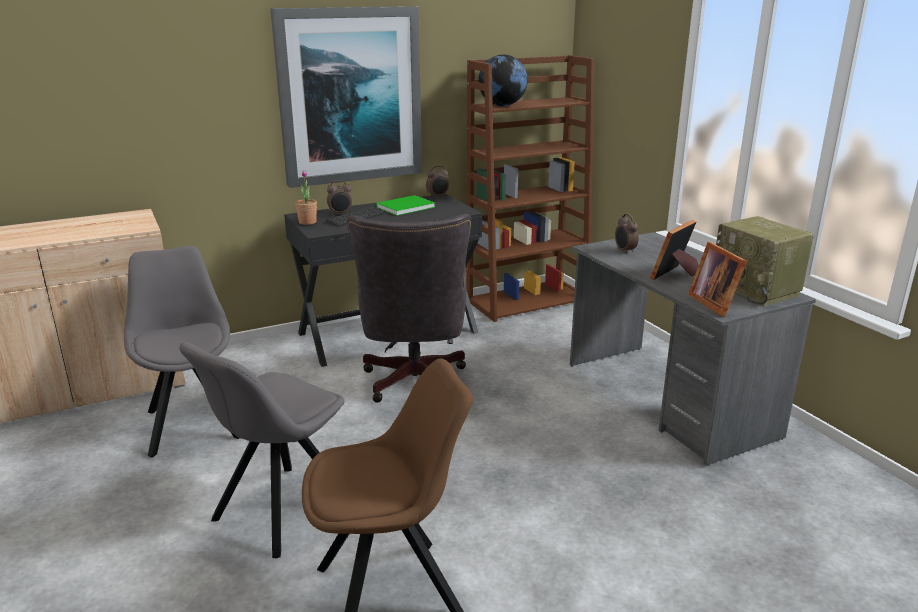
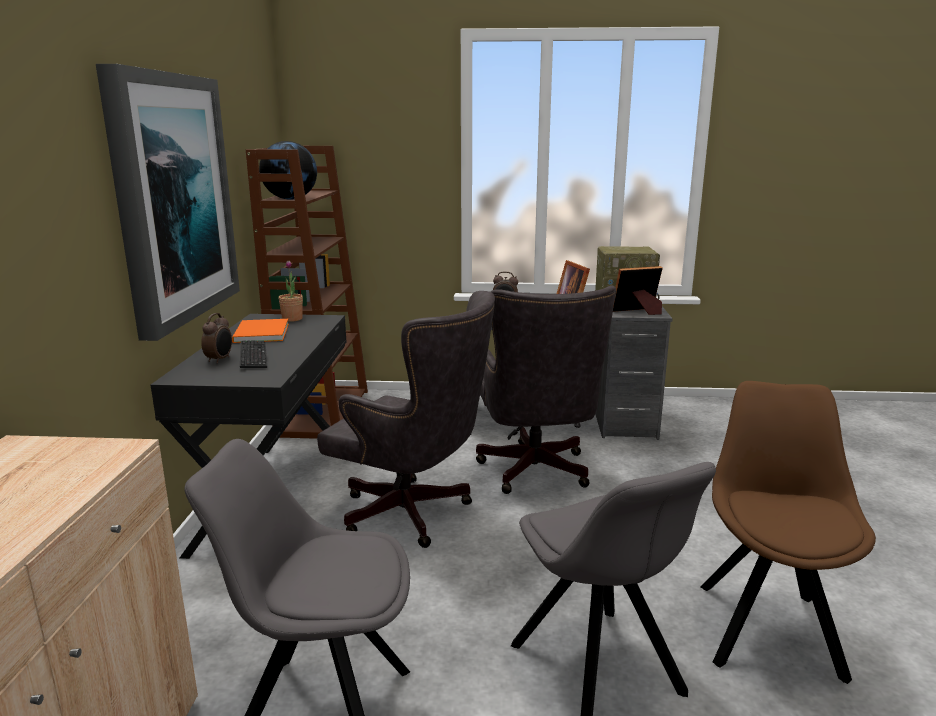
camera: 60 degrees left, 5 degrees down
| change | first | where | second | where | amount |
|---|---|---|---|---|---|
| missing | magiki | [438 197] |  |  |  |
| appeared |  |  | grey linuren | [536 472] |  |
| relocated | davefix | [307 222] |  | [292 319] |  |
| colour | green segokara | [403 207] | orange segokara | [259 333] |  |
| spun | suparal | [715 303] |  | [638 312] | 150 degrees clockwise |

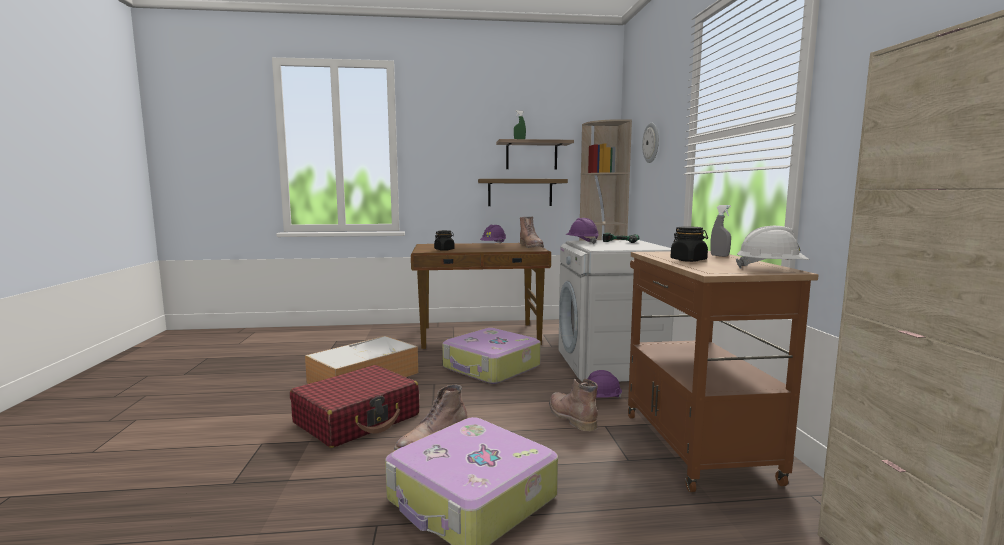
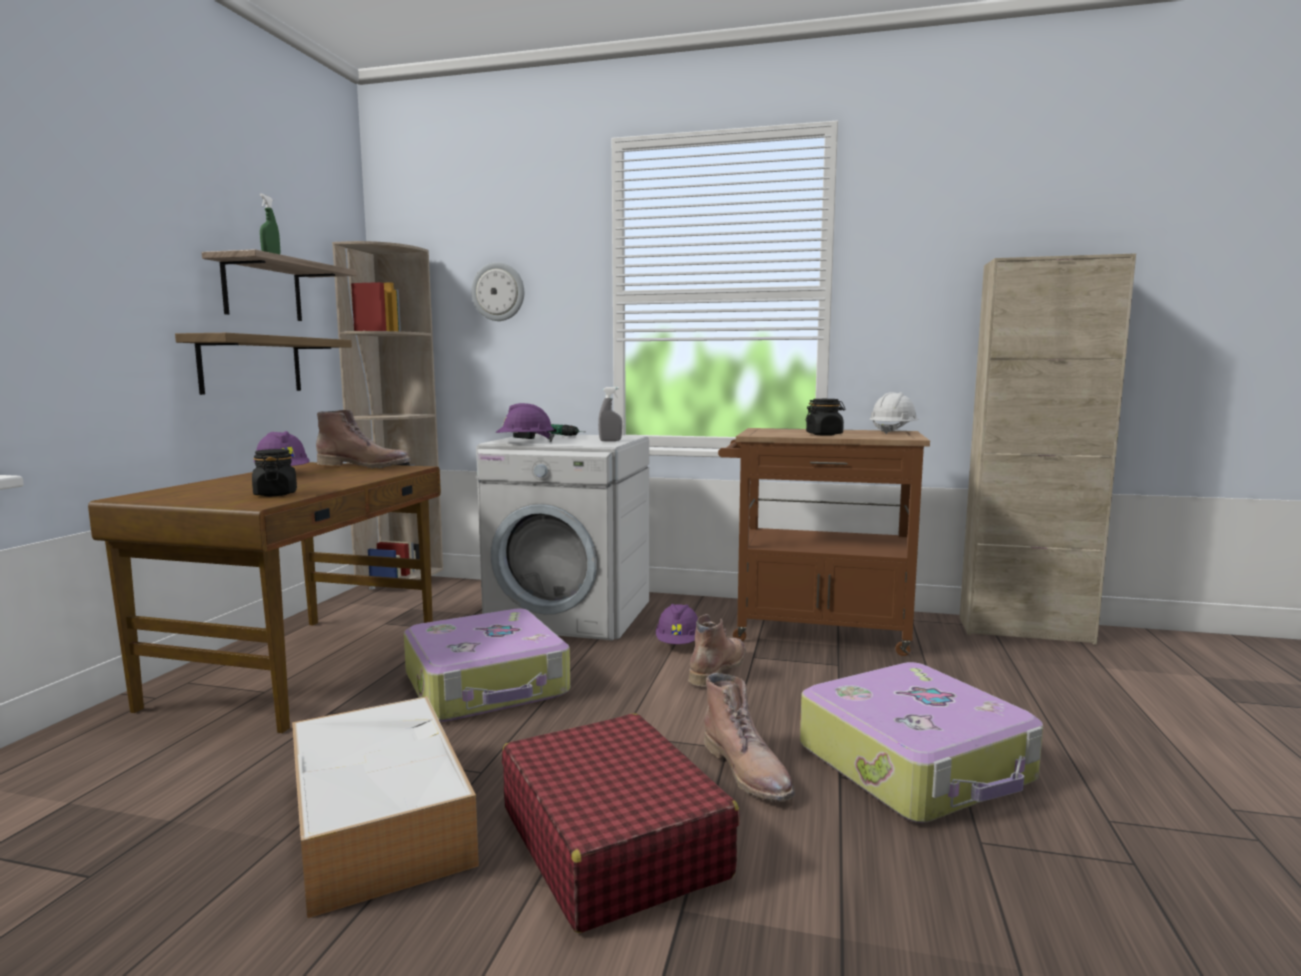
camera: 70 degrees left, 0 degrees up
| change | first | where | second | where | amount |
|---|---|---|---|---|---|
| relocated | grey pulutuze | [719 256] |  | [610 441] |  |
| spun | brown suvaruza | [570 416] |  | [717 668] | 120 degrees clockwise |

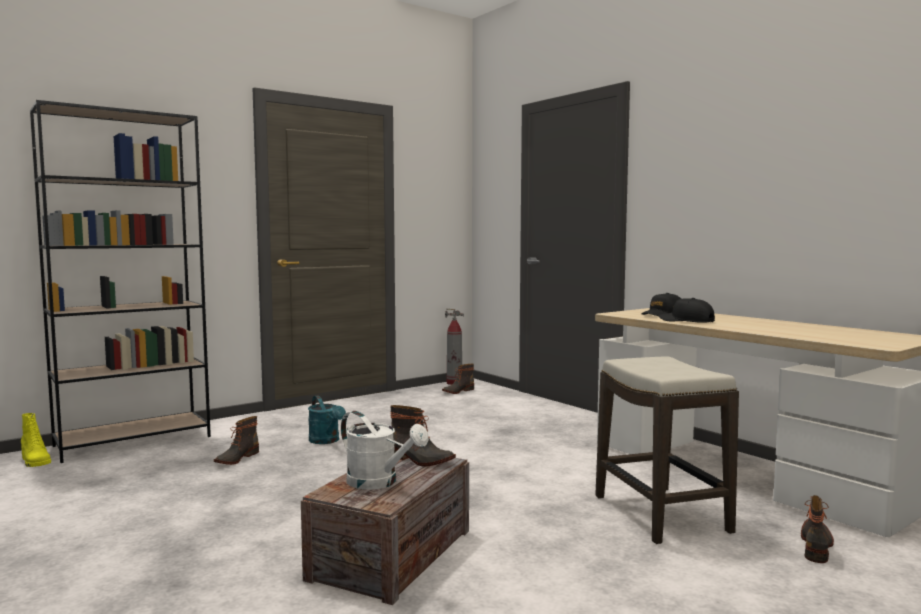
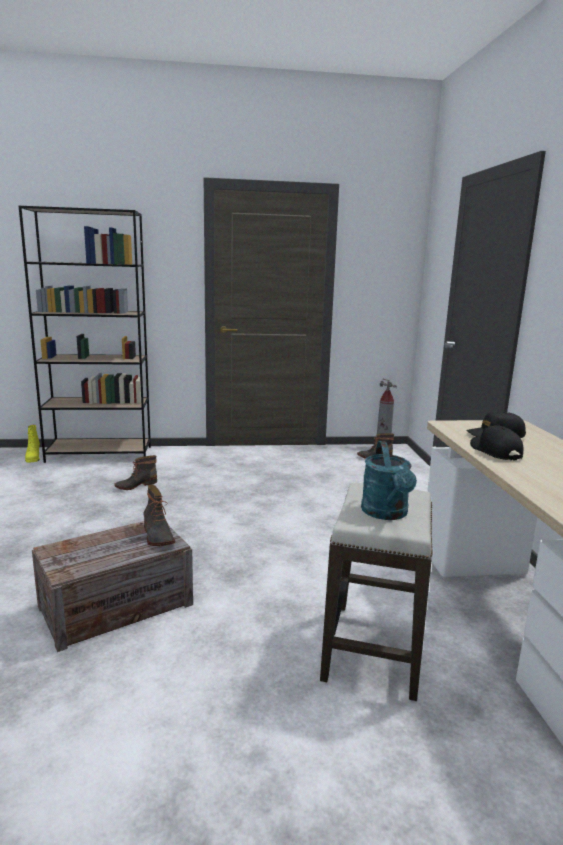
camera: 30 degrees right, 10 degrees up
| change | first | where | second | where | amount |
|---|---|---|---|---|---|
| missing | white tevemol | [379 482] |  |  |  |
| missing | suvaruza | [817 545] |  |  |  |
| relocated | turquoise tevemol | [326 441] |  | [387 514] |  |

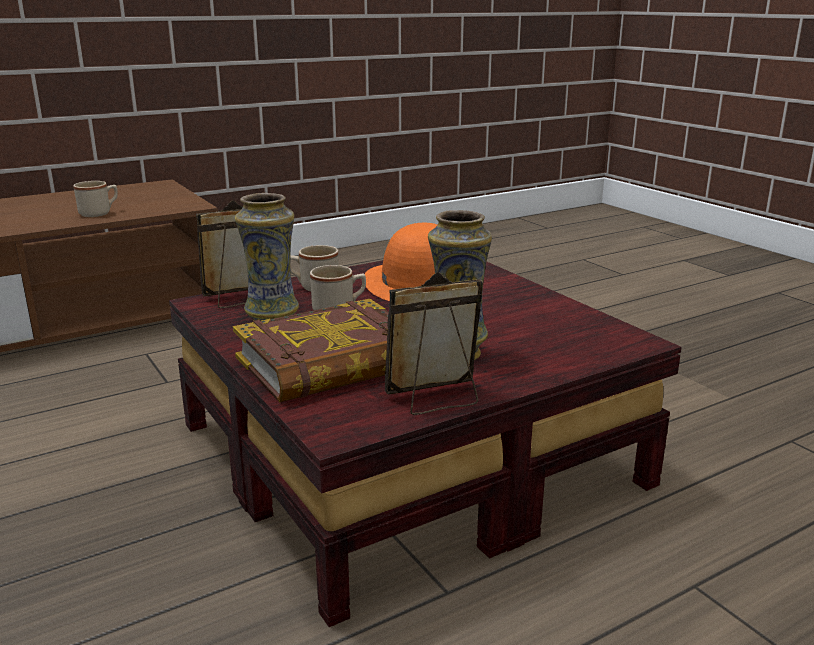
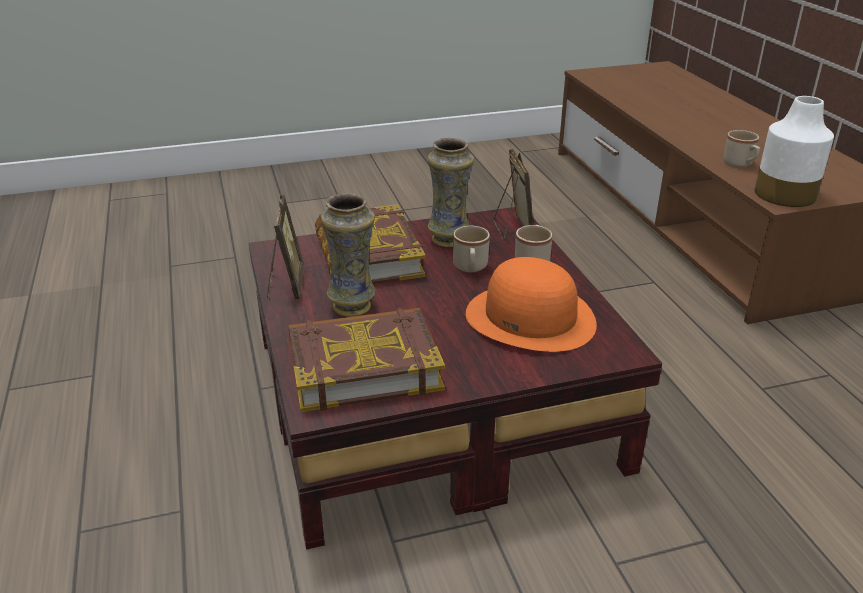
camera: 105 degrees right, 10 degrees up
| change | first | where | second | where | amount |
|---|---|---|---|---|---|
| appeared |  |  | segokara | [363 366] |  |
| appeared |  |  | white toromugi | [785 193] |  |

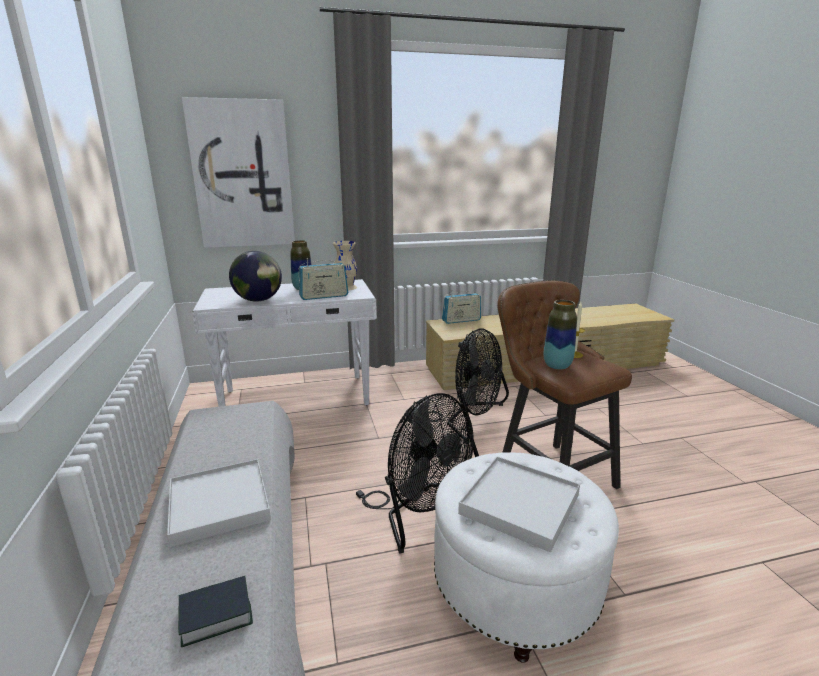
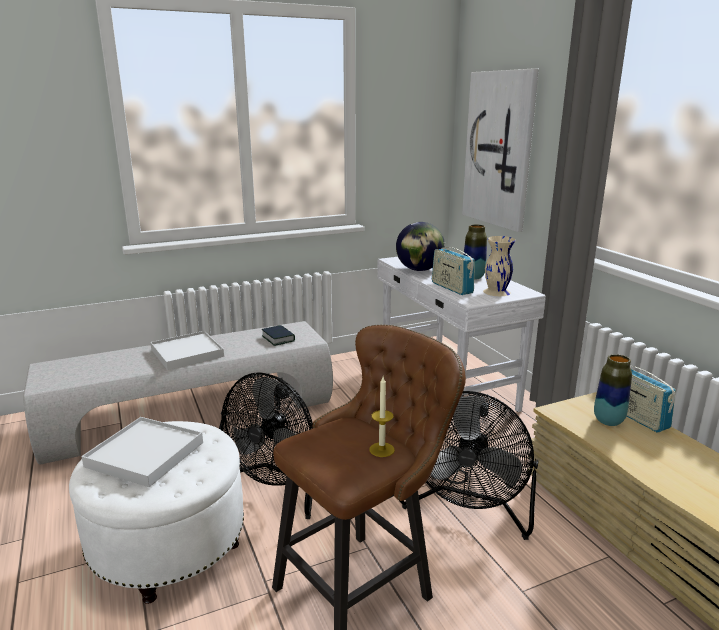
camera: 80 degrees right, 0 degrees up
| change | first | where | second | where | amount |
|---|---|---|---|---|---|
| relocated | segokara | [216 615] |  | [278 338] |  |
| relocated | toromugi | [557 366] |  | [608 421] |  |

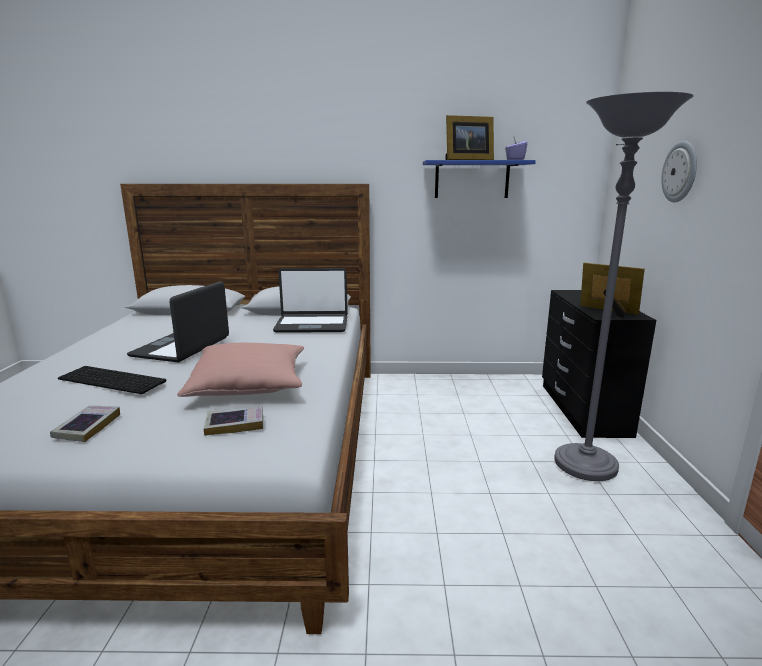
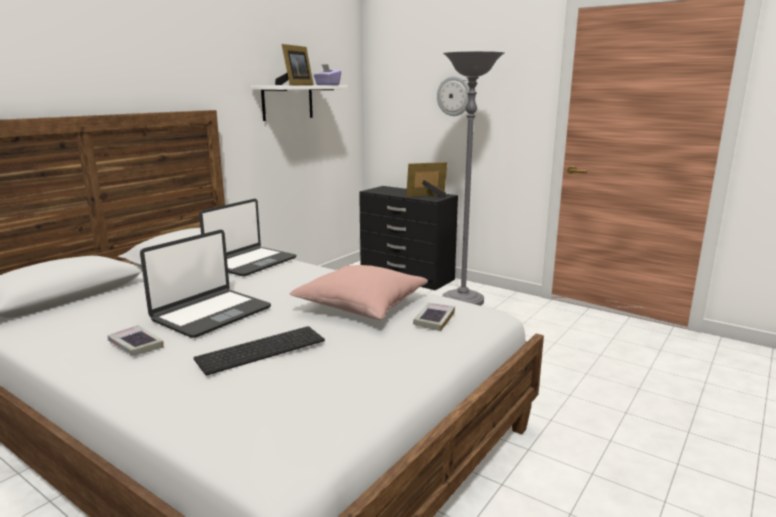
camera: 55 degrees left, 0 degrees up
| change | first | where | second | where | amount |
|---|---|---|---|---|---|
| relocated | segokara | [87 427] |  | [135 345] |  |
| colour | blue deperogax | [472 179] | white deperogax | [287 102] |  |
| spun | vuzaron | [182 347] |  | [211 314] | 105 degrees counterclockwise |

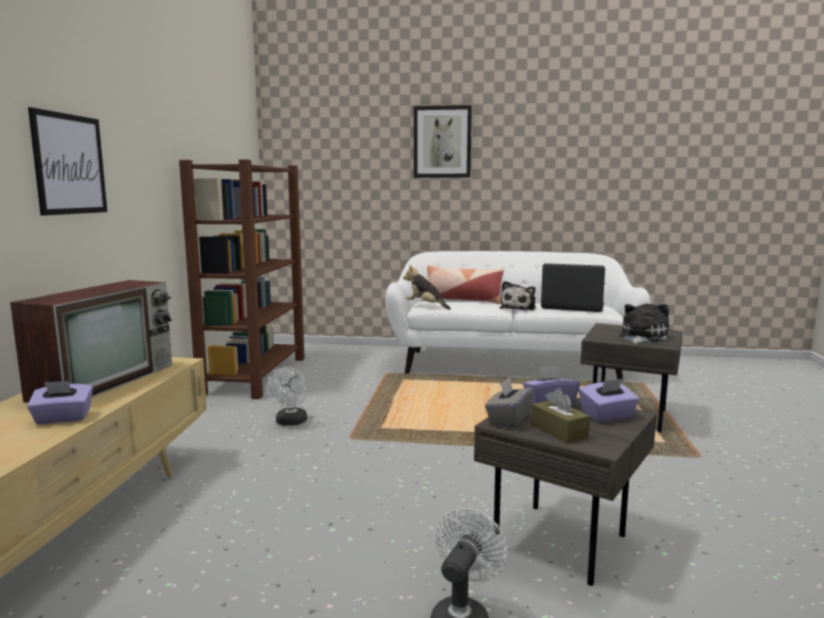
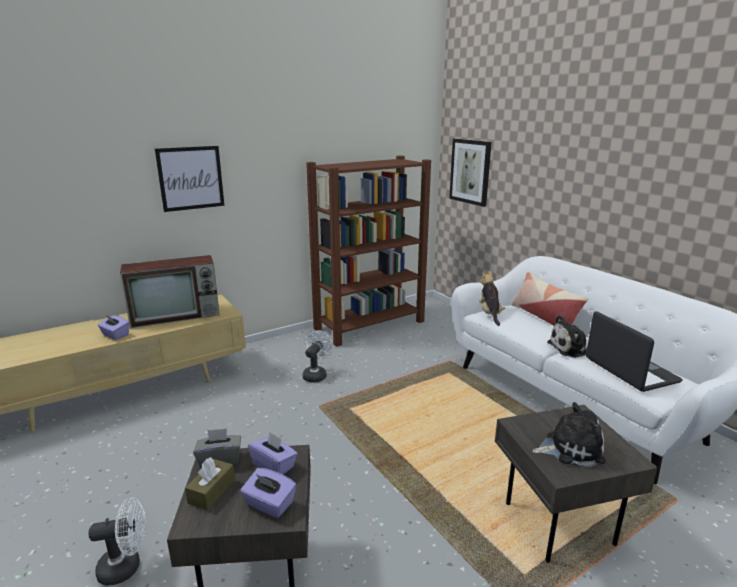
camera: 50 degrees right, 10 degrees up
| change | first | where | second | where | amount |
|---|---|---|---|---|---|
| relocated | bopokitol | [442 142] |  | [470 171] |  |
| spun | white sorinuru | [290 423] |  | [316 374] | 150 degrees clockwise |

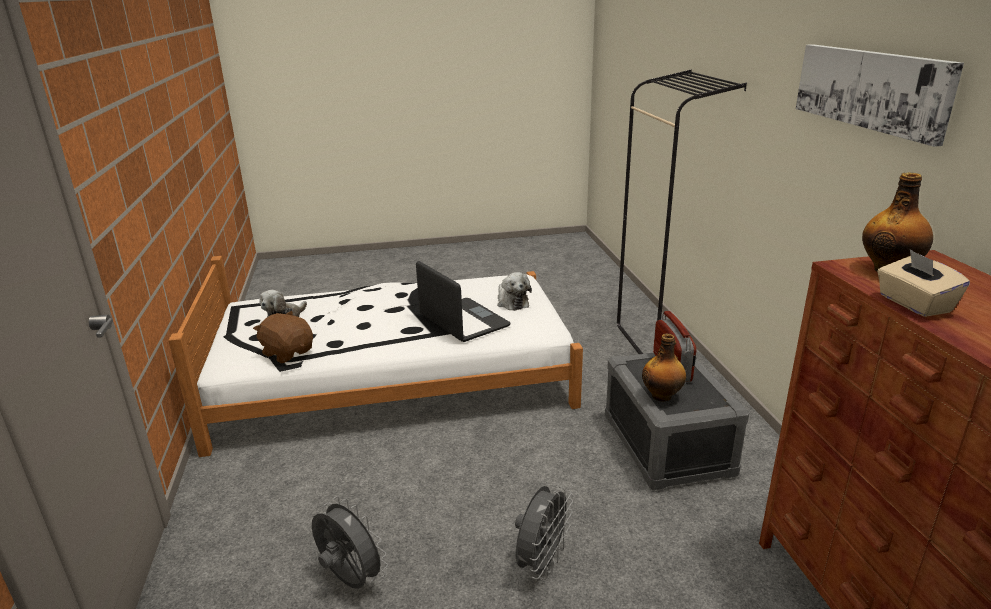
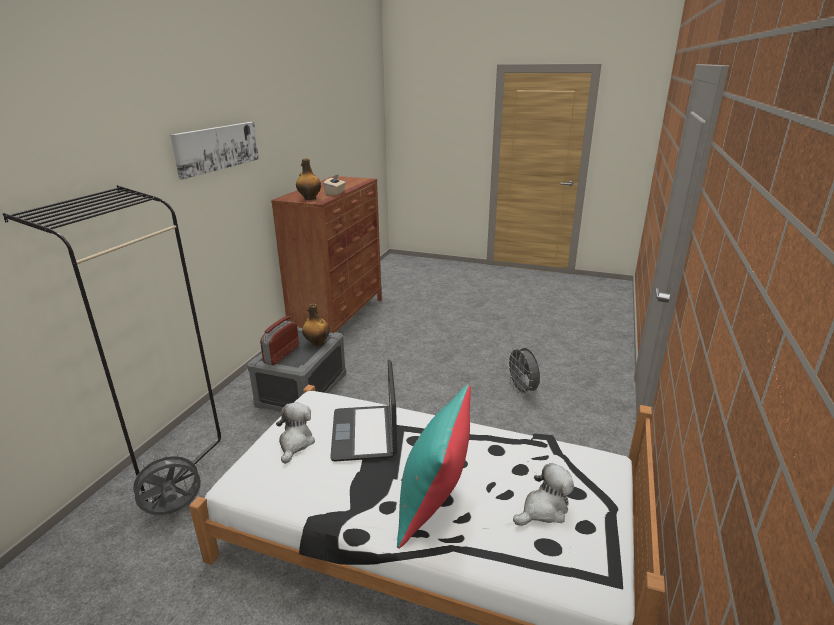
camera: 150 degrees left, 0 degrees up
| change | first | where | second | where | amount |
|---|---|---|---|---|---|
| missing | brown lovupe | [288 352] |  |  |  |
| appeared |  |  | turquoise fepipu | [434 502] |  |
| relocated | grey sorinuru | [541 563] |  | [174 511] |  |

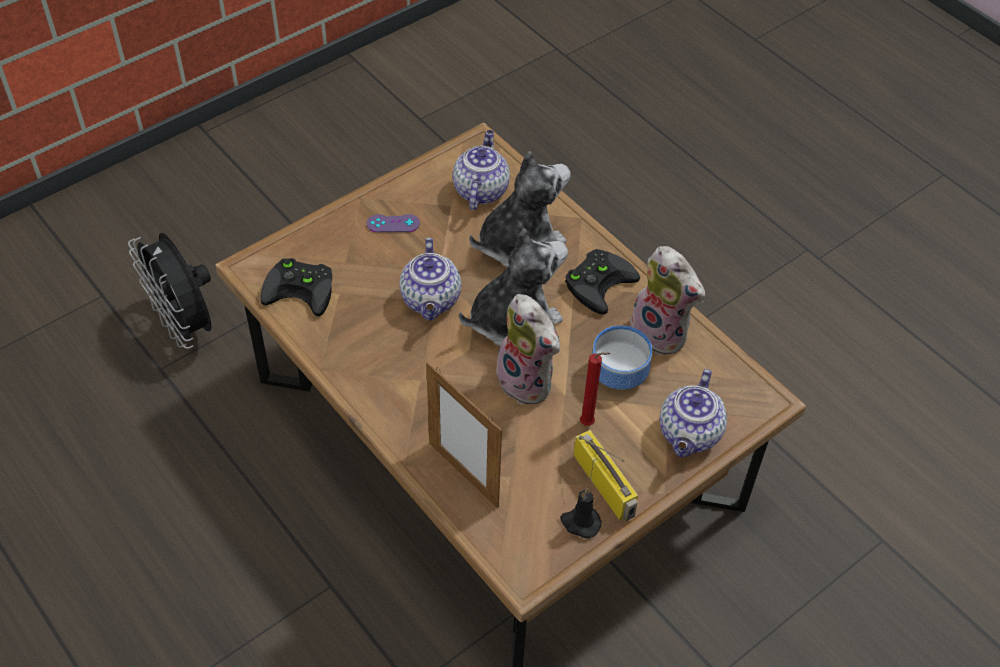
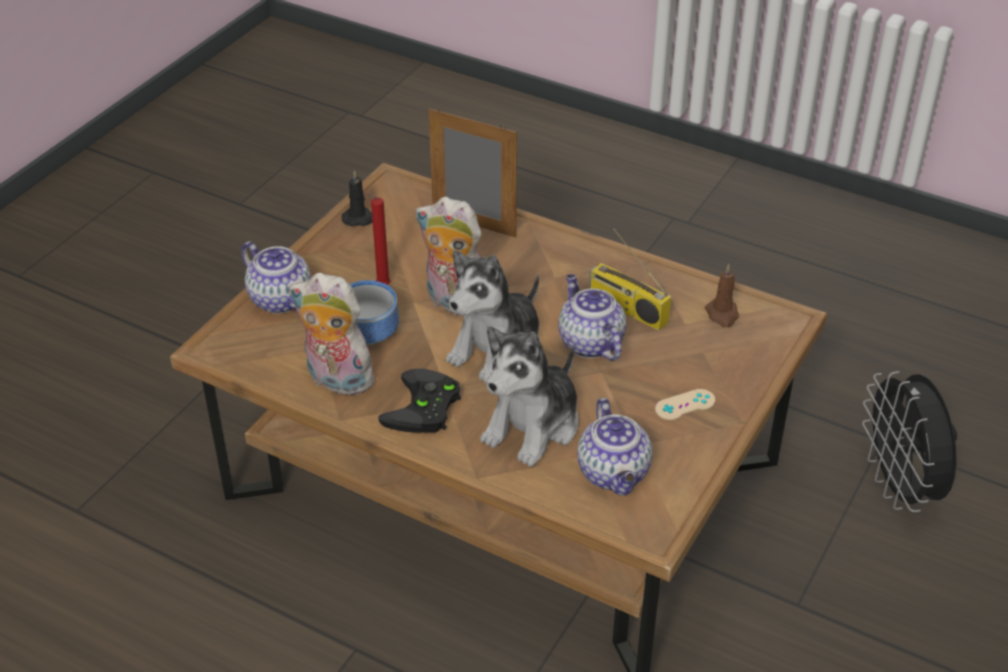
camera: 160 degrees right, 10 degrees down
| change | first | where | second | where | amount |
|---|---|---|---|---|---|
| relocated | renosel | [605 485] |  | [626 309] |  |
| exchanged | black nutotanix | [302 288] | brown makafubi | [722 314] |  |
| colour | purple nutotanix | [393 223] | beige nutotanix | [685 405] |  |
| spun | black sorinuru | [185 326] |  | [900 488] | 135 degrees counterclockwise |
| spun | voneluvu | [689 435] |  | [282 300] | 135 degrees clockwise |

